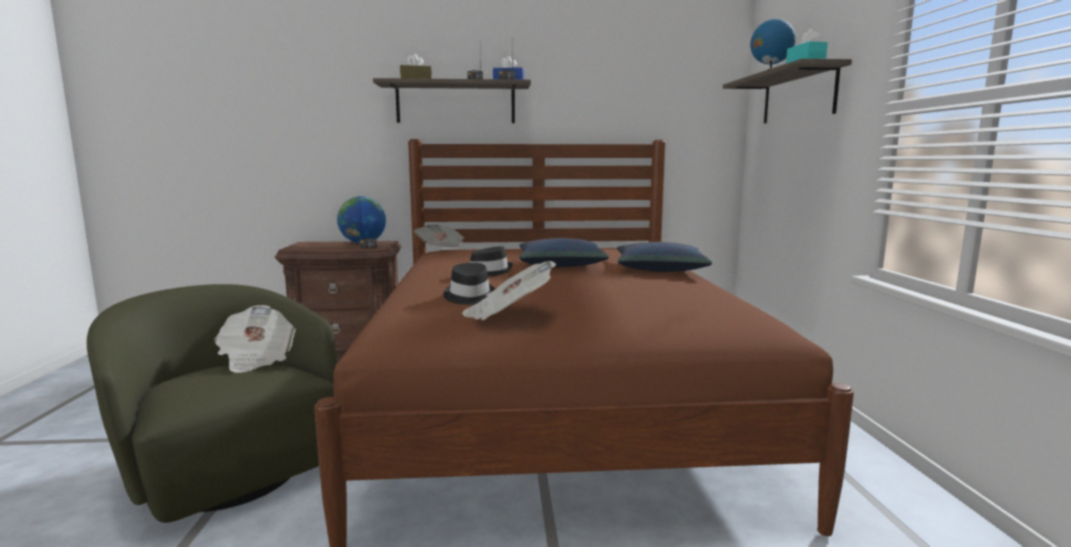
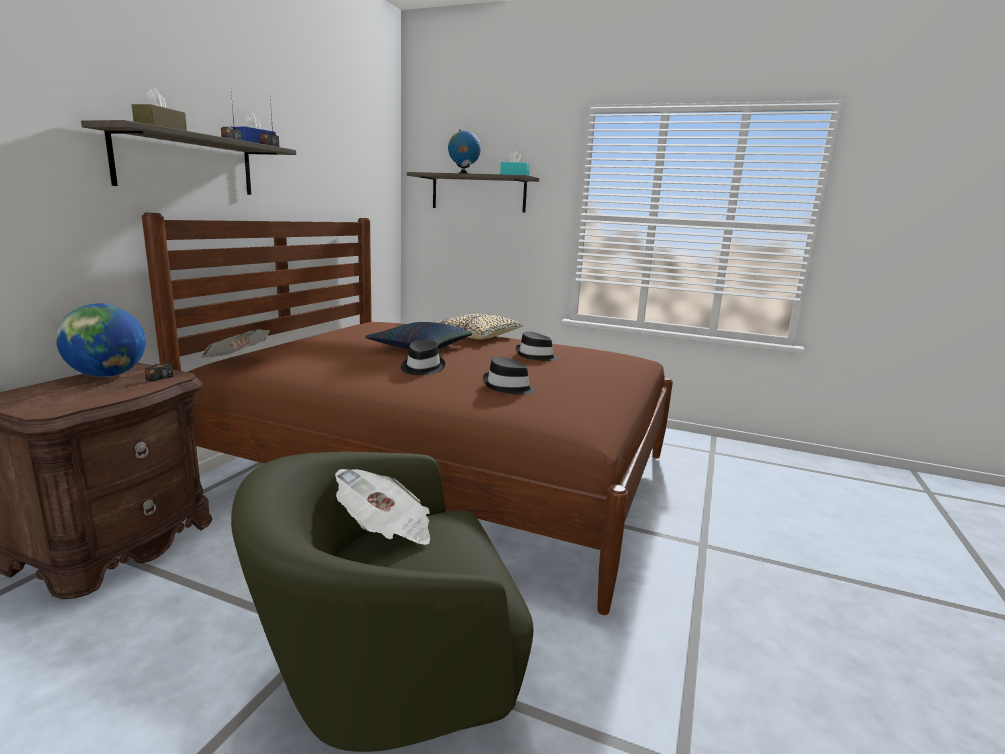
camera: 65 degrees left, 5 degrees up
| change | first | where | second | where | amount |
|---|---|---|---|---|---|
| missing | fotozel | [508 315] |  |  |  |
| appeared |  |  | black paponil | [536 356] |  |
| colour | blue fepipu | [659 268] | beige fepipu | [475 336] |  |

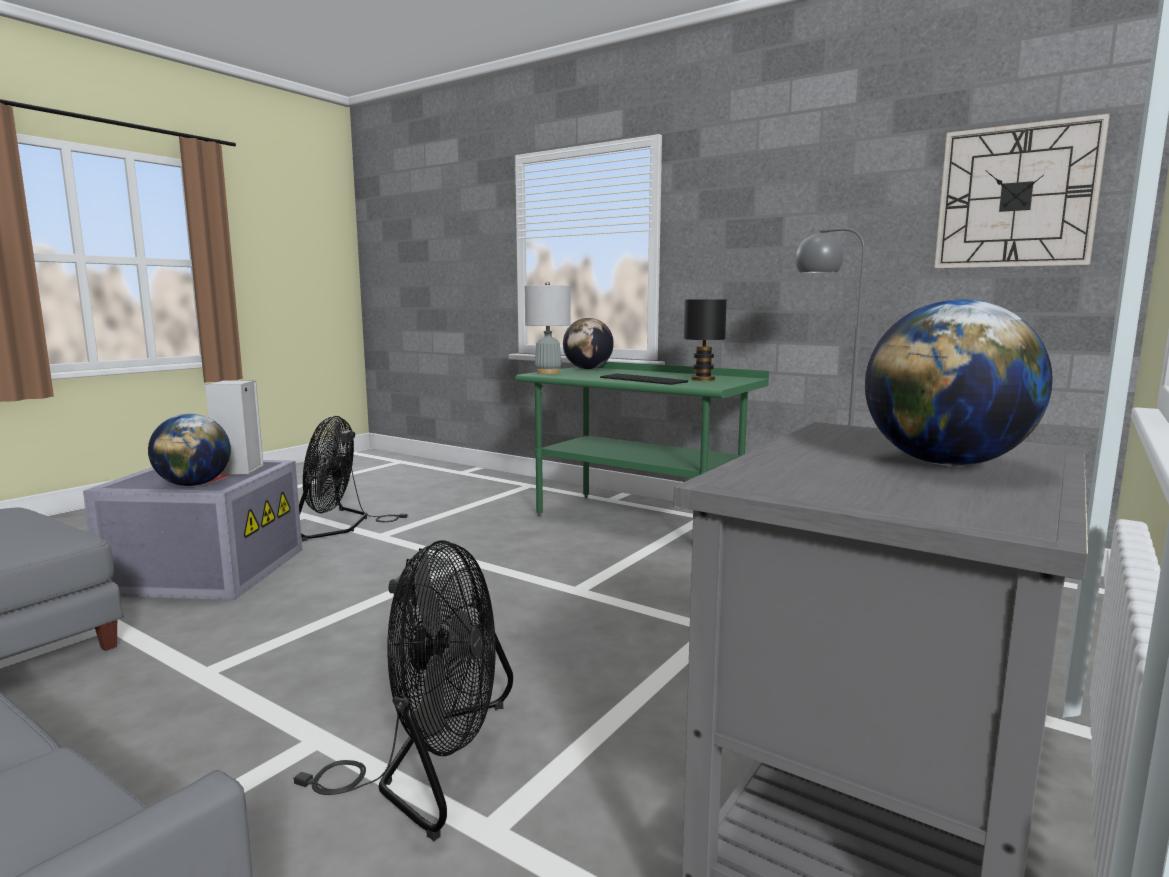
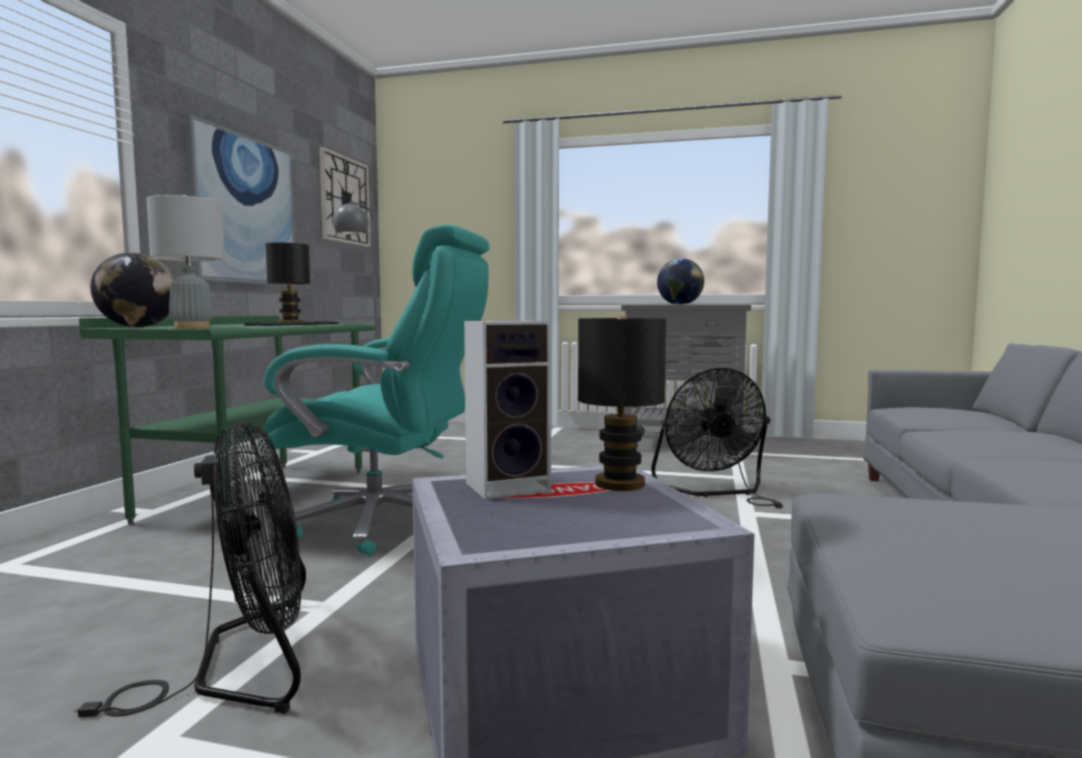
camera: 110 degrees left, 5 degrees down
| change | first | where | second | where | amount |
|---|---|---|---|---|---|
| appeared |  |  | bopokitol | [244 210] |  |
| appeared |  |  | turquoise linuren | [385 526] |  |
| exchanged | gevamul | [194 484] | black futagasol | [618 484] |  |
| spun | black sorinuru | [345 523] |  | [240 662] | 90 degrees counterclockwise |

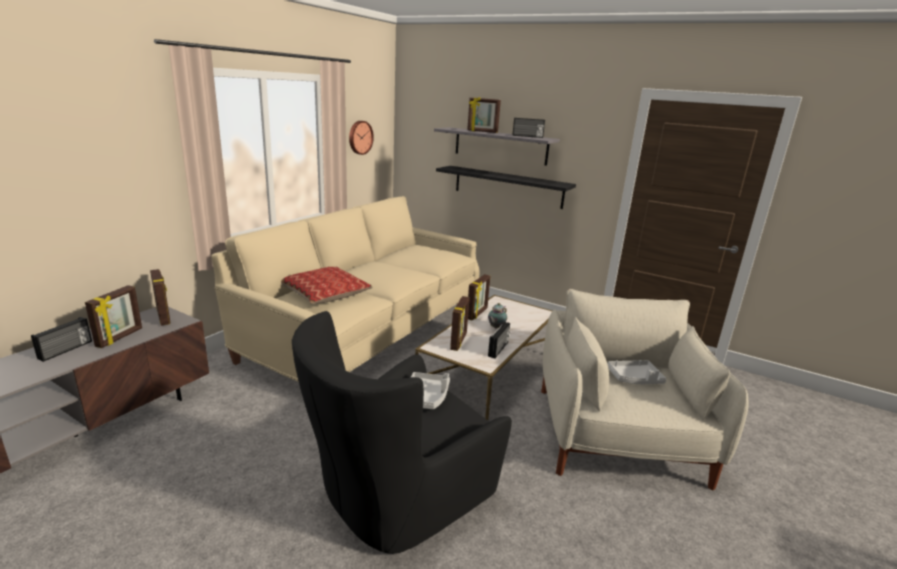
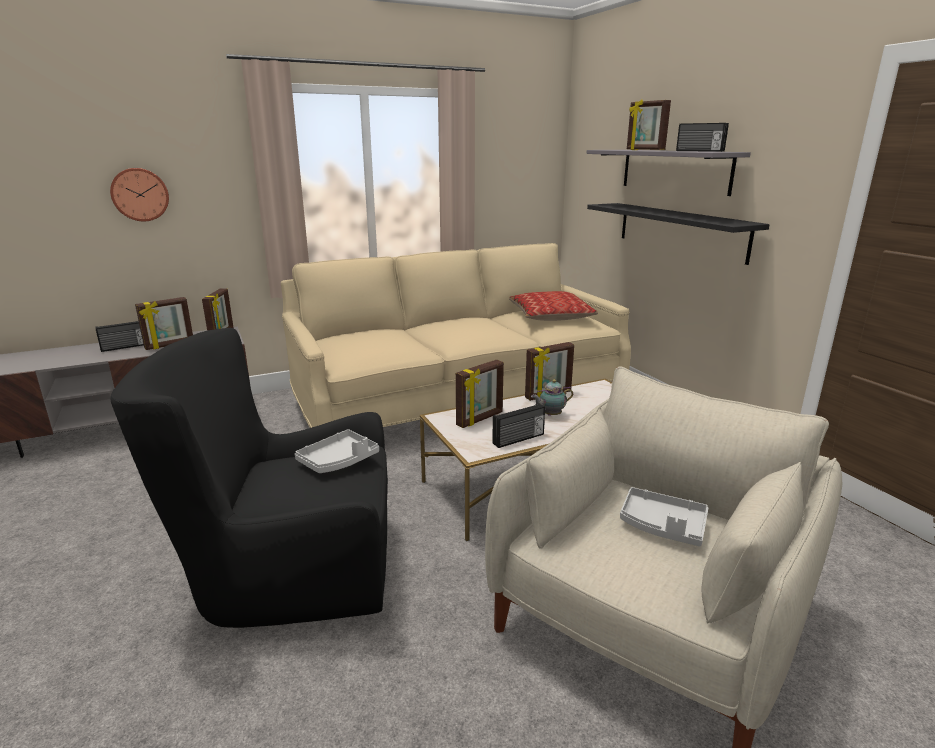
camera: 35 degrees right, 0 degrees up
| change | first | where | second | where | amount |
|---|---|---|---|---|---|
| relocated | fepipu | [325 293] |  | [551 315] |  |
| relocated | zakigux | [360 137] |  | [140 194] |  |

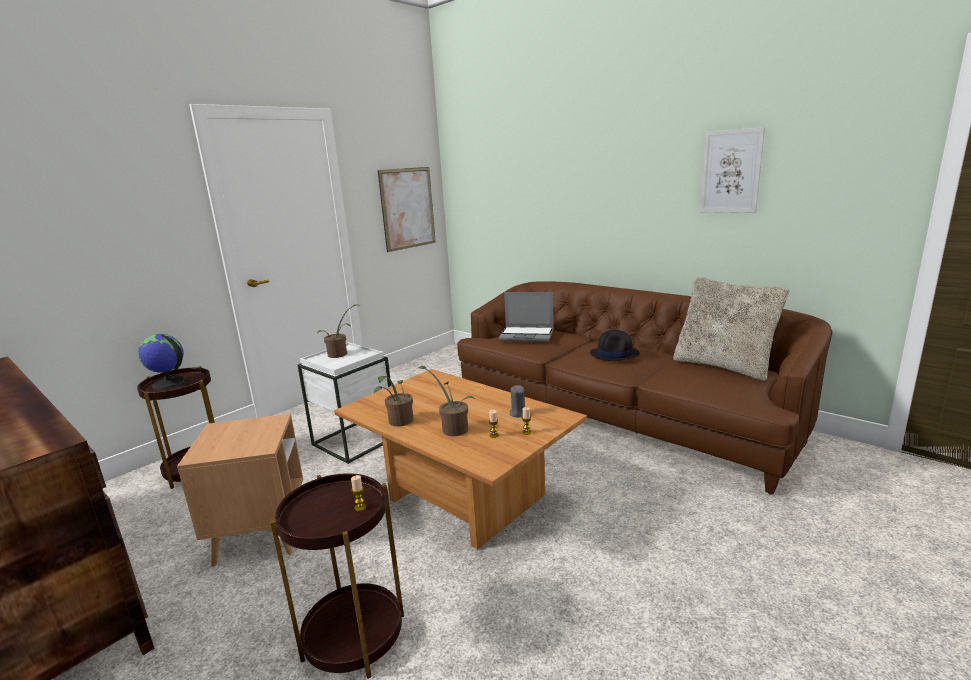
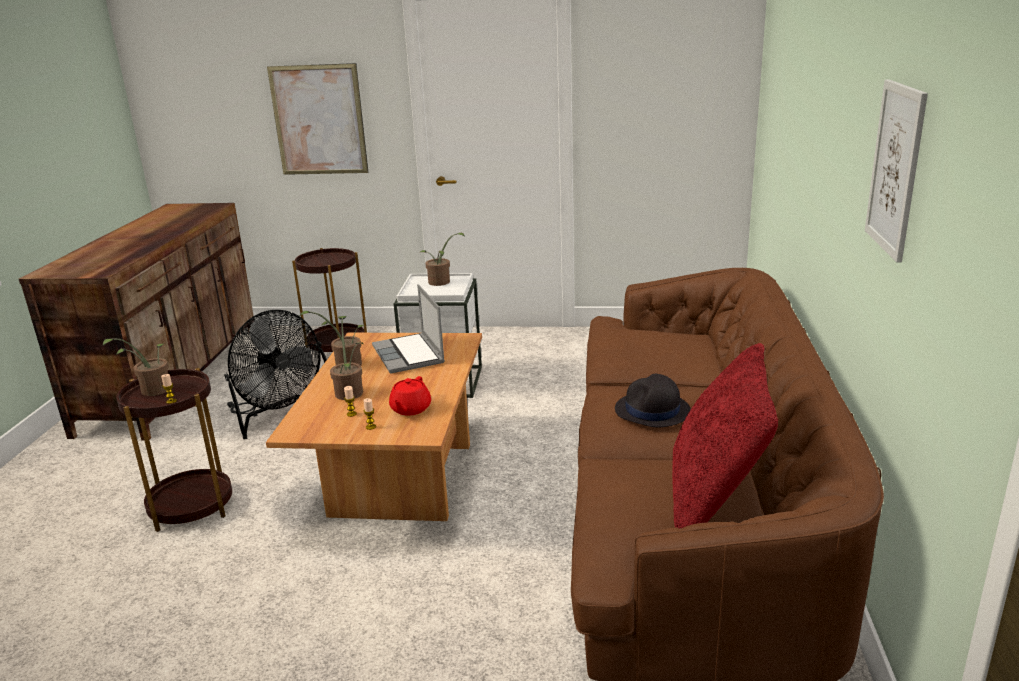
camera: 55 degrees right, 5 degrees up
| change | first | where | second | where | amount |
|---|---|---|---|---|---|
| missing | gevamul | [168 383] |  |  |  |
| appeared |  |  | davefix | [151 391] |  |
| relocated | bopokitol | [408 208] |  | [319 120] |  |
| relocated | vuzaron | [527 335] |  | [409 355] |  |
| exchanged | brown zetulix | [261 535] | black sorinuru | [276 414] |  |
| exchanged | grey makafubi | [518 413] | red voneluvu | [410 409] |  |
| colour | beige fepipu | [724 364] | red fepipu | [715 498] |  |

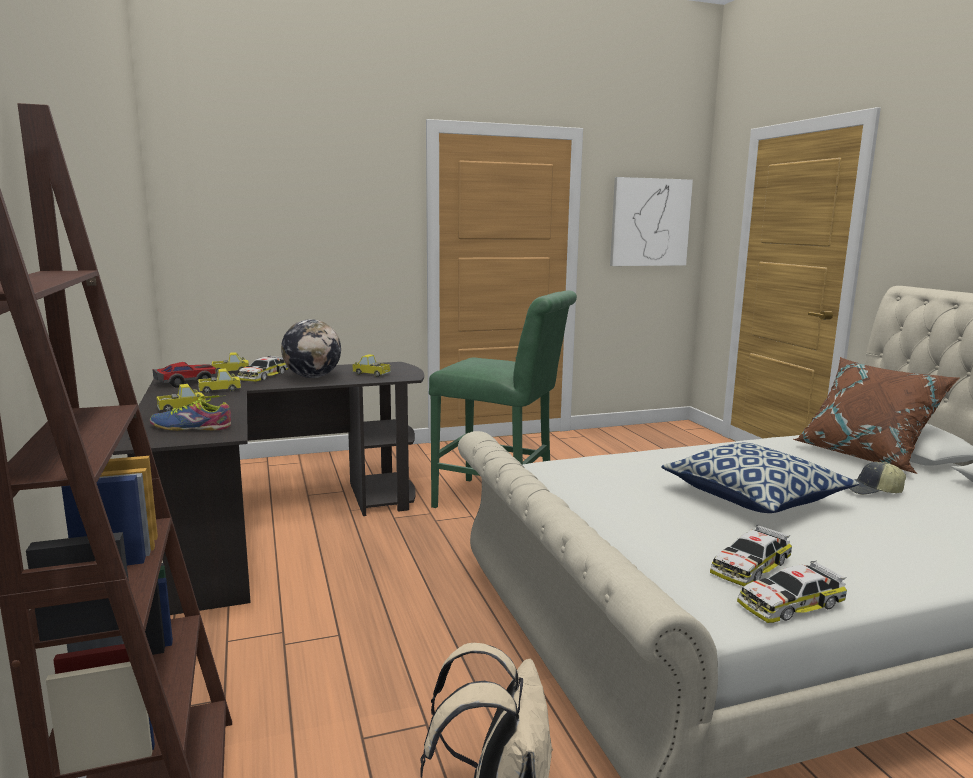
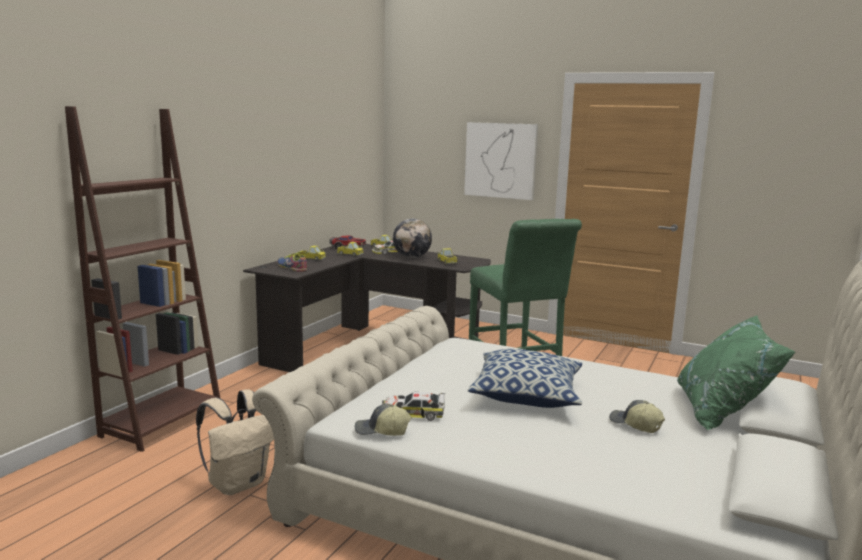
camera: 45 degrees right, 0 degrees up
| change | first | where | second | where | amount |
|---|---|---|---|---|---|
| relocated | bopokitol | [650 222] |  | [500 160] |  |
| exchanged | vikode | [790 604] | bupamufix | [381 431] |  |
| colour | brown fepipu | [865 456] | green fepipu | [723 412] |  |

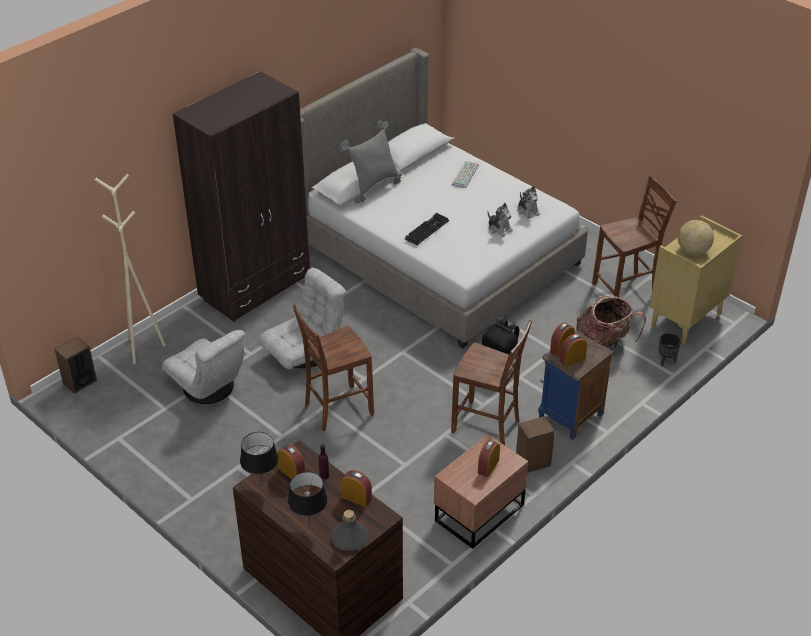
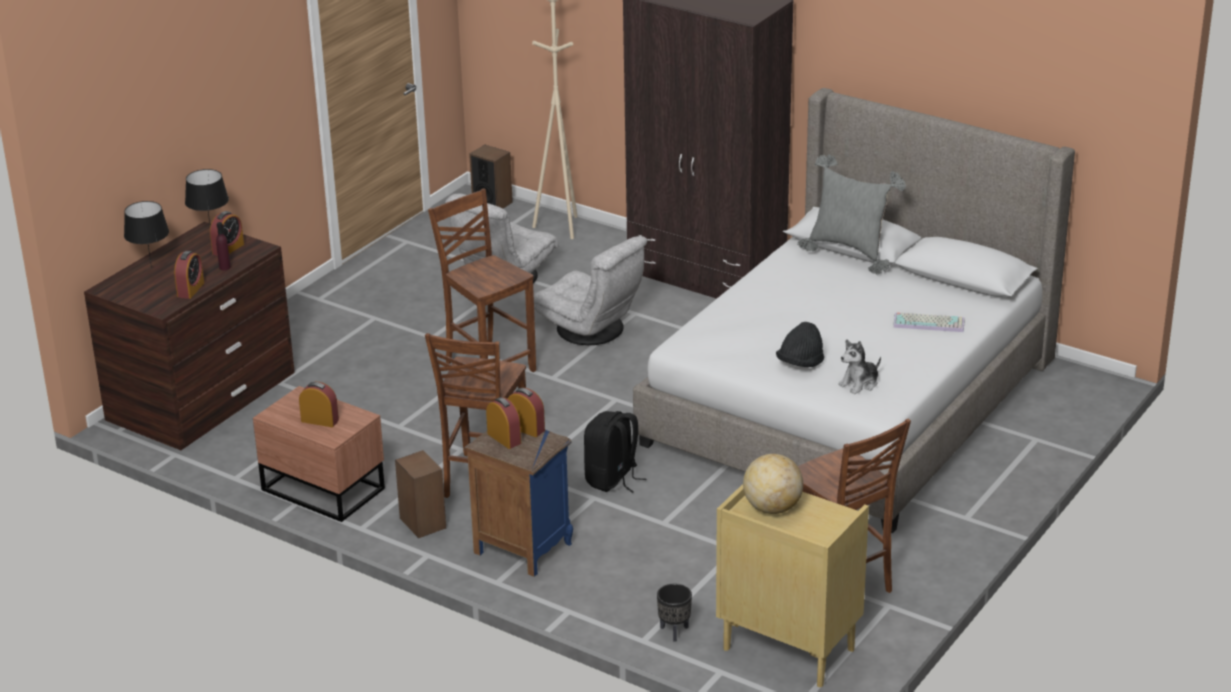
camera: 80 degrees right, 10 degrees down
| change | first | where | second | where | amount |
|---|---|---|---|---|---|
| missing | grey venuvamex | [349 538] |  |  |  |
| missing | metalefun | [426 229] |  |  |  |
| missing | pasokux | [604 344] |  |  |  |
| exchanged | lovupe | [499 229] | black paponil | [800 363] |  |

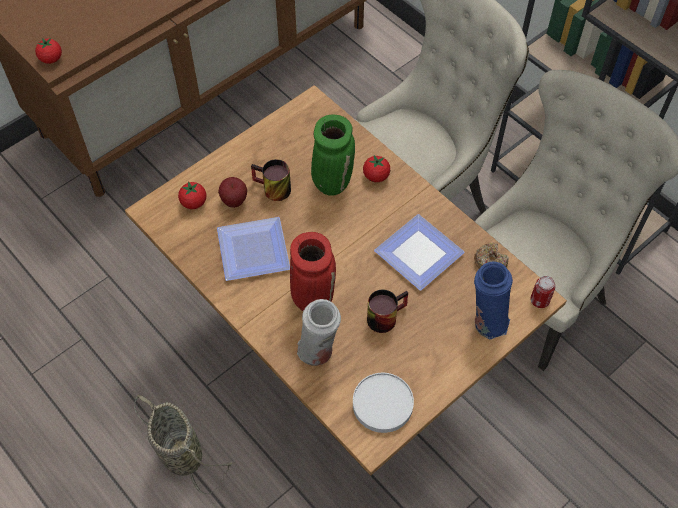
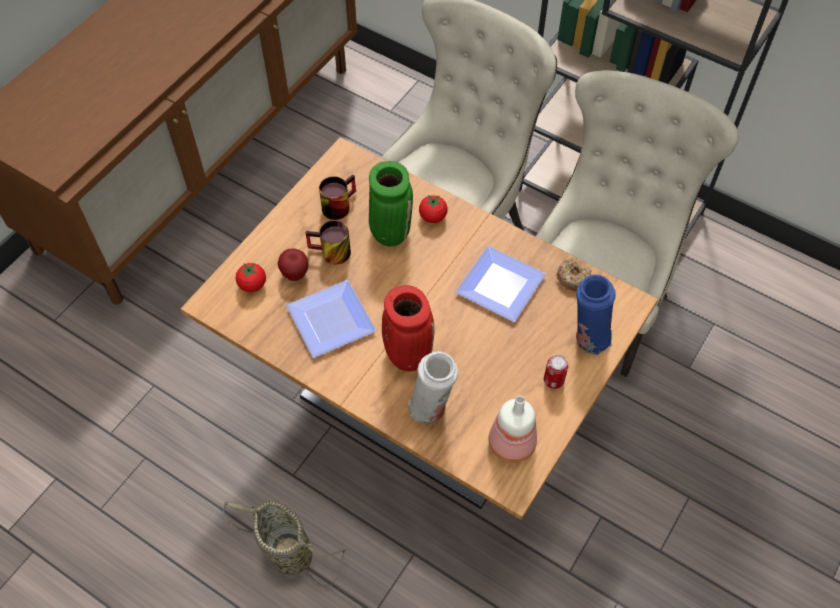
camera: 15 degrees left, 0 degrees up
| change | first | where | second | where | amount |
|---|---|---|---|---|---|
| missing | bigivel | [51 59] |  |  |  |
| relocated | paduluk | [384 315] |  | [337 204] |  |
| relocated | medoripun | [539 300] |  | [553 380] |  |
| exchanged | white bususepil | [383 404] | venuvamex | [512 445] |  |

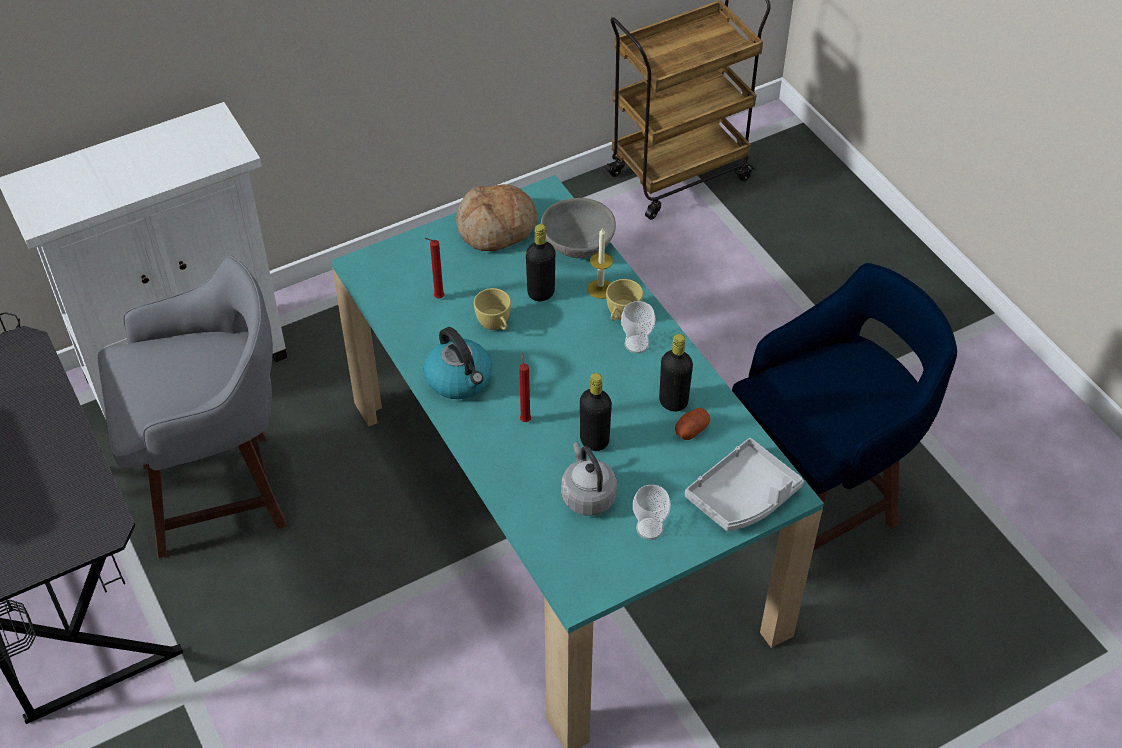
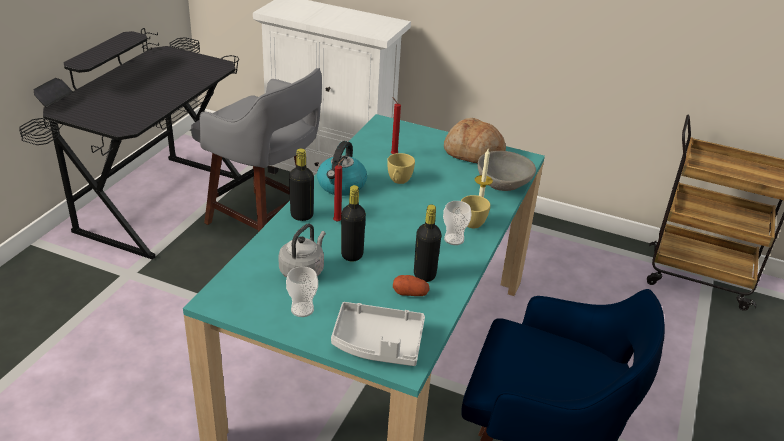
camera: 50 degrees right, 15 degrees down
| change | first | where | second | where | amount |
|---|---|---|---|---|---|
| relocated | black venuvamex | [541 293] |  | [302 215] |  |

